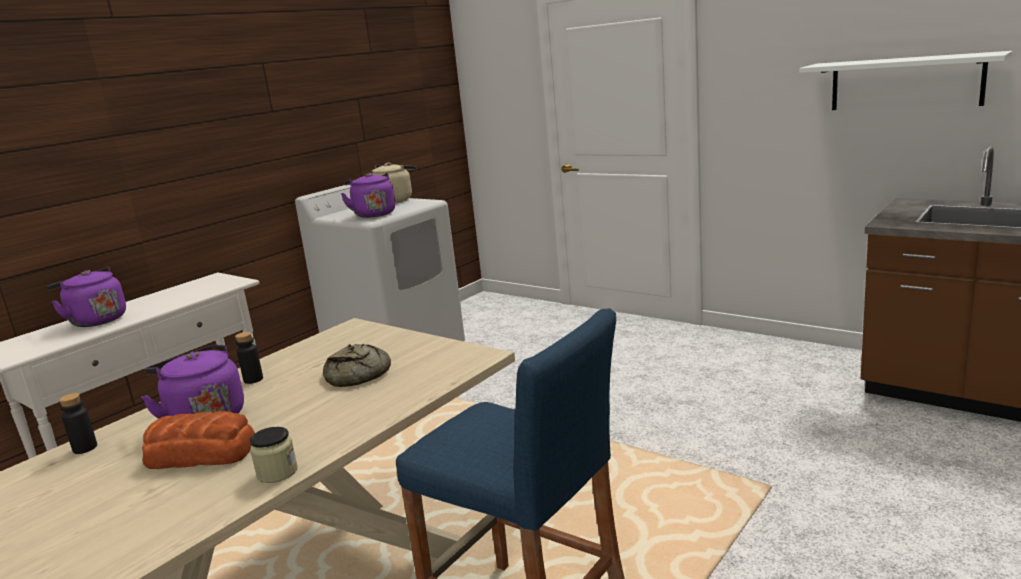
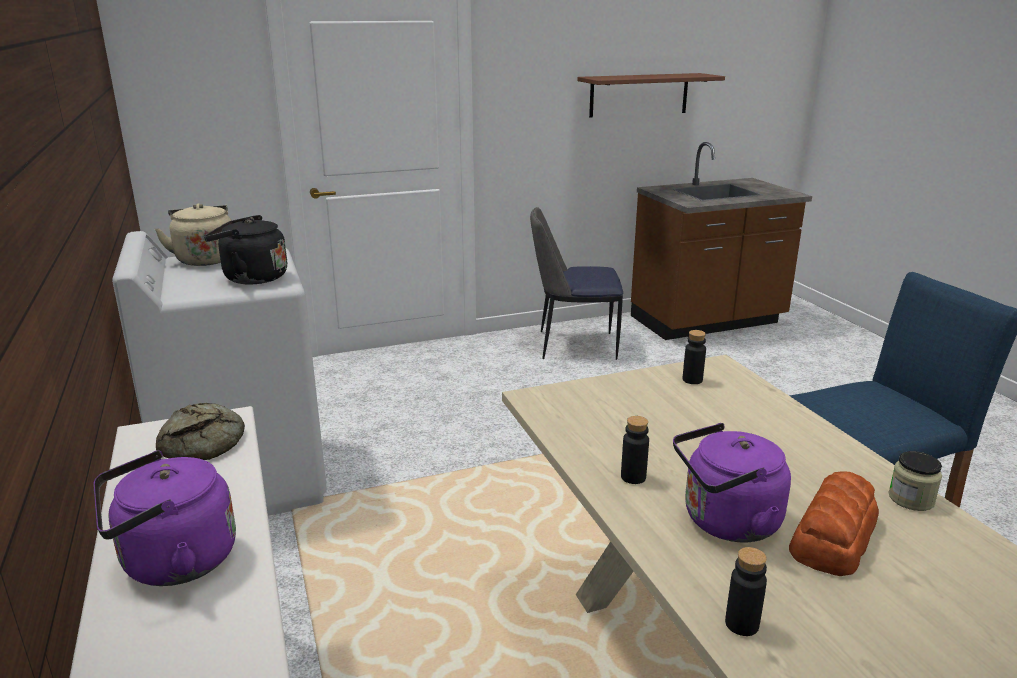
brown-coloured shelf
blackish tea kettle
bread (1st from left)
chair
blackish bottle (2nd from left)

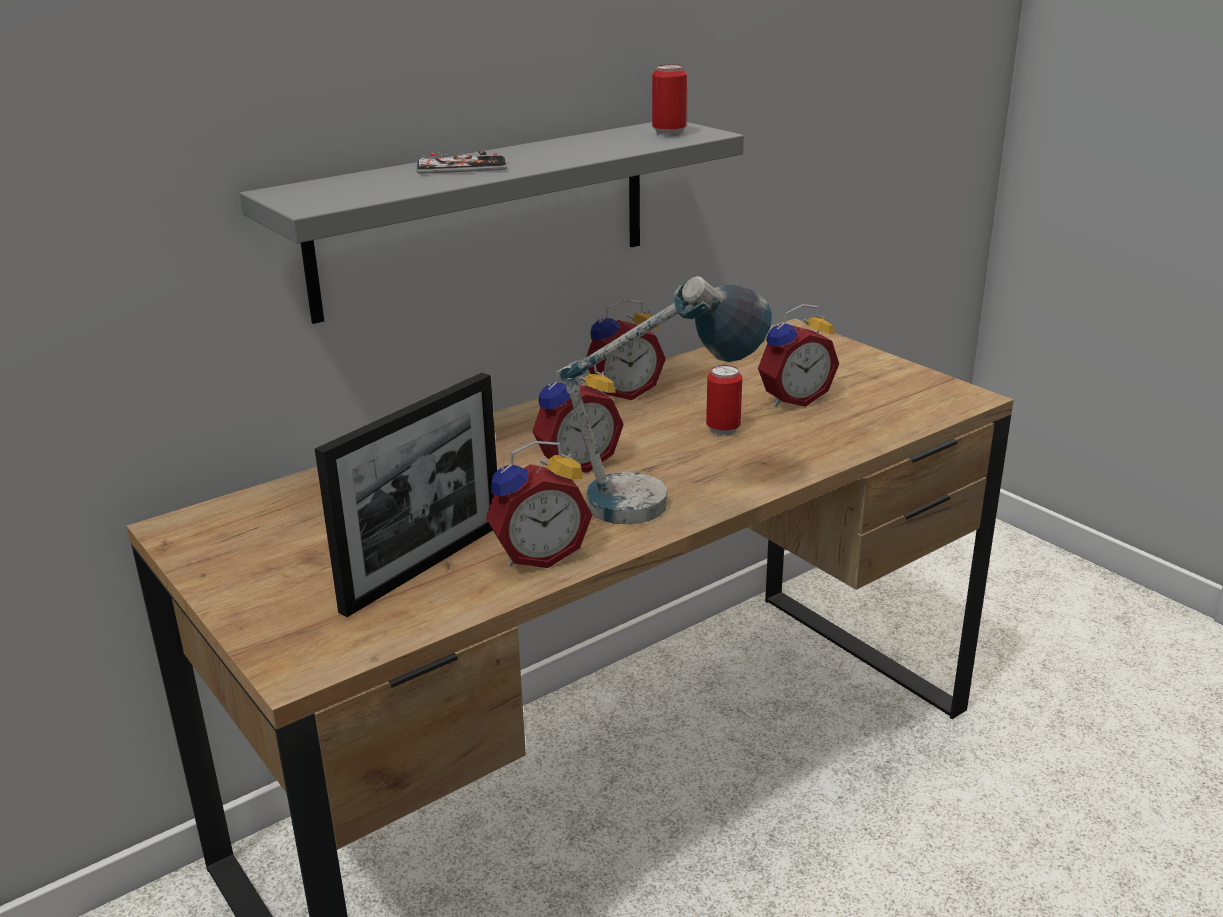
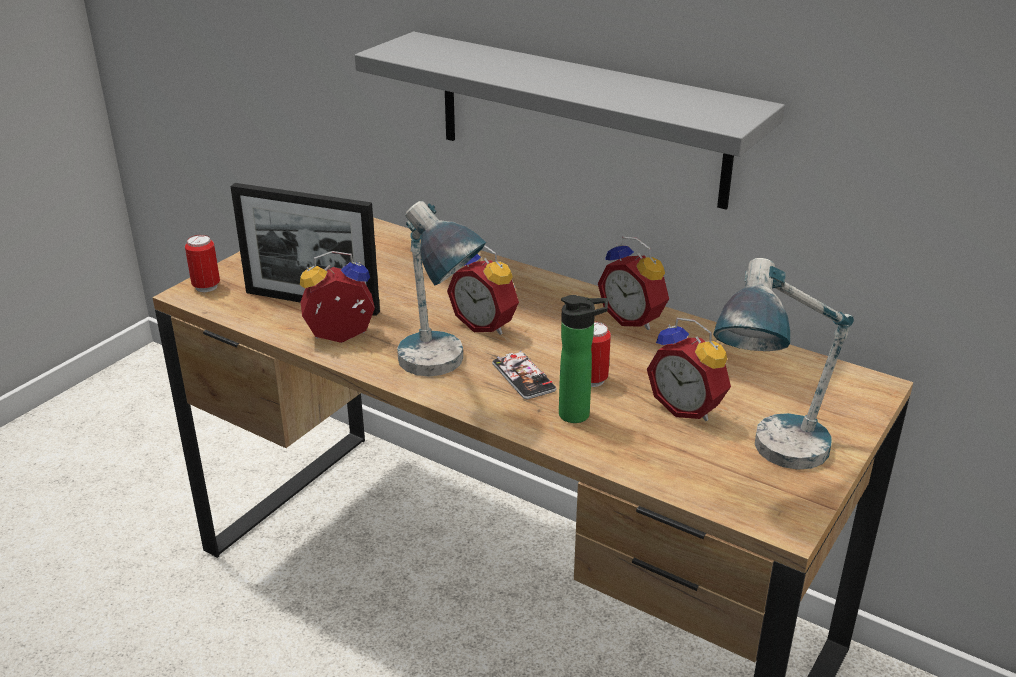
can (1st from left)
handset
alarm clock (1st from left)
table lamp (2nd from left)
bottle

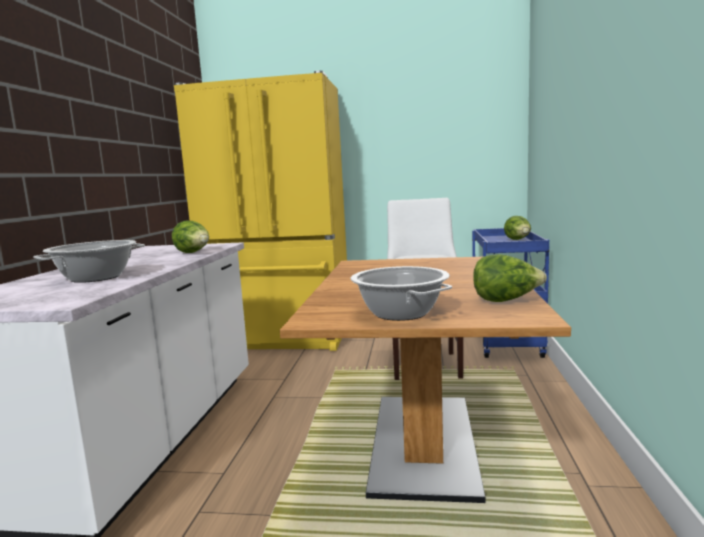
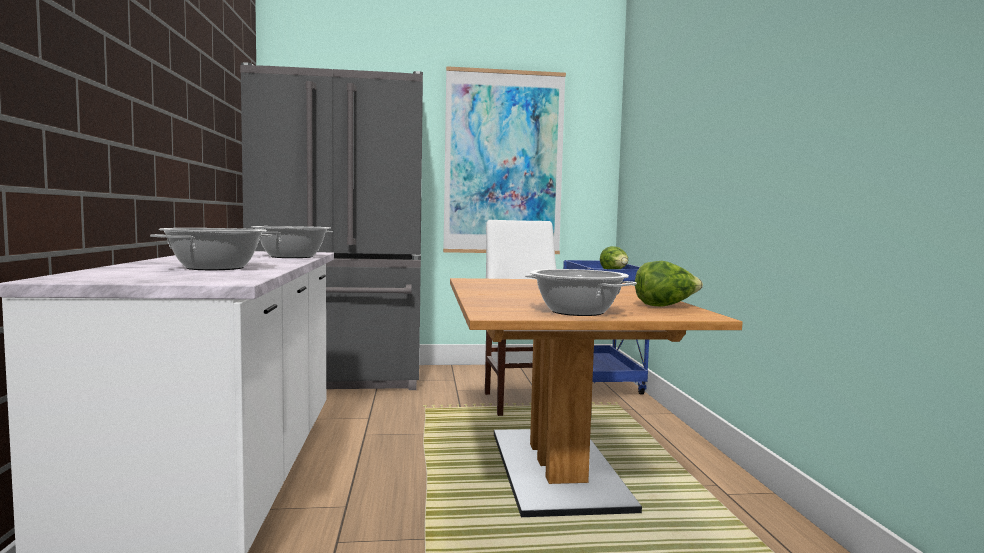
gray refrigerator
cooking pot (2nd from left)
picture

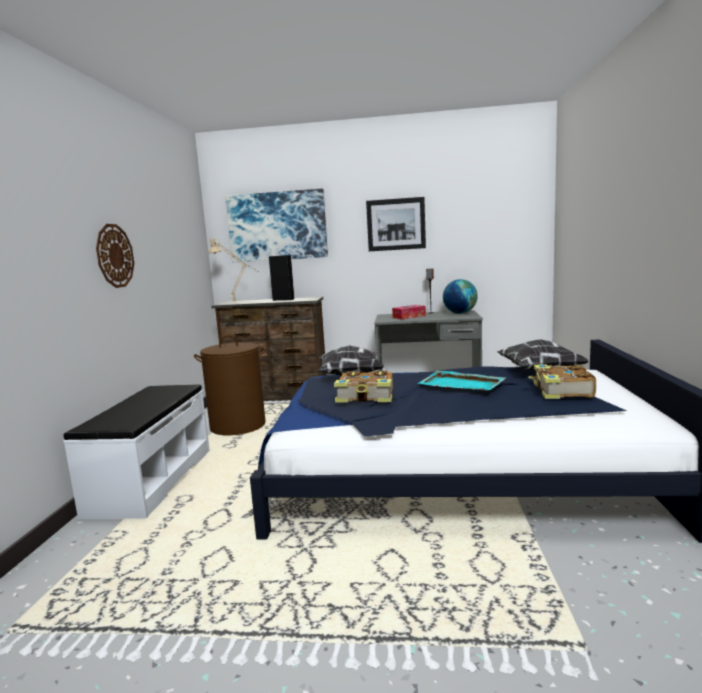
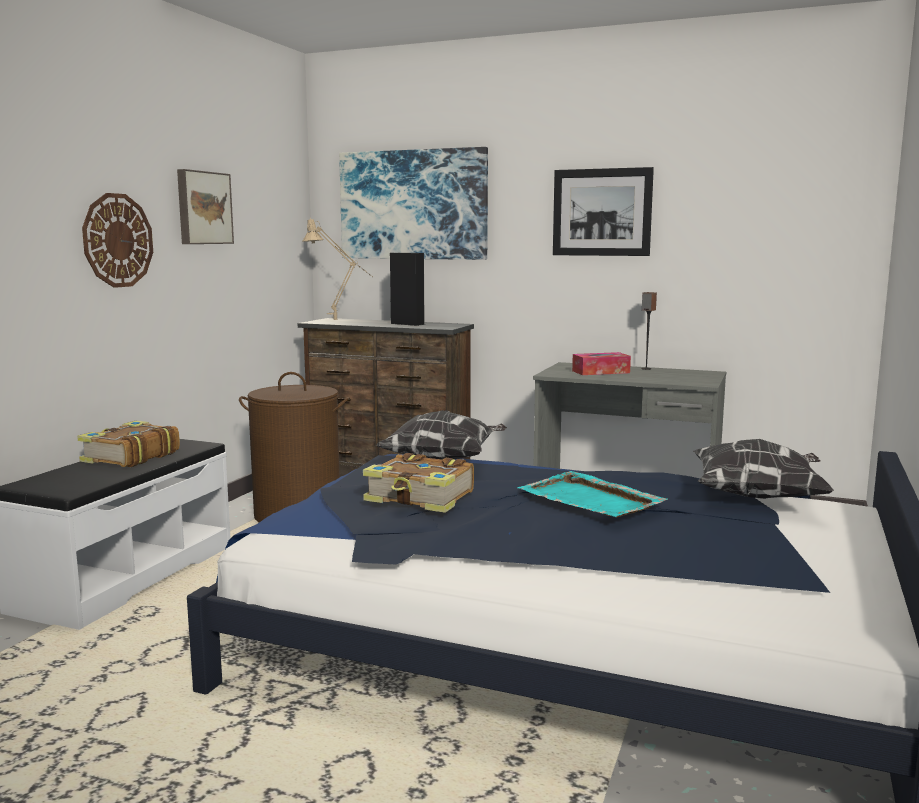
world globe
book (1st from left)
picture (1st from left)

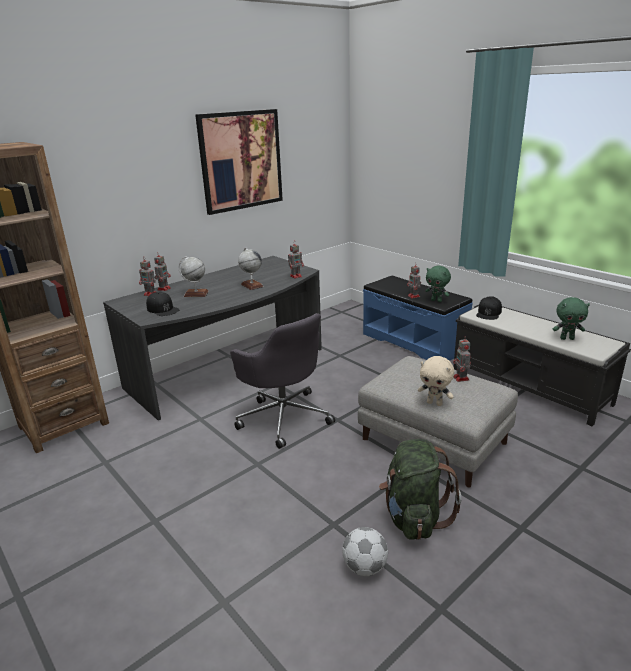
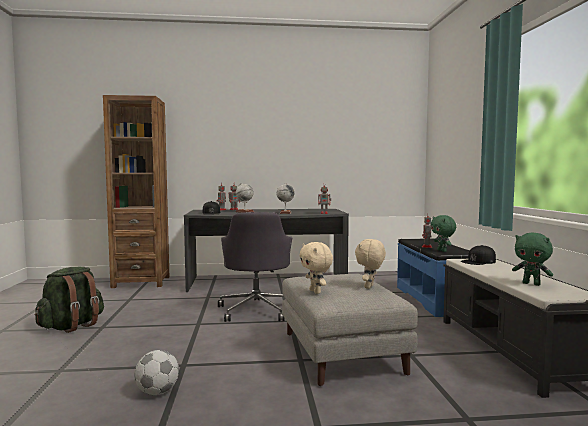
picture
sand-coloured plush toy (2nd from left)
greenish backpack

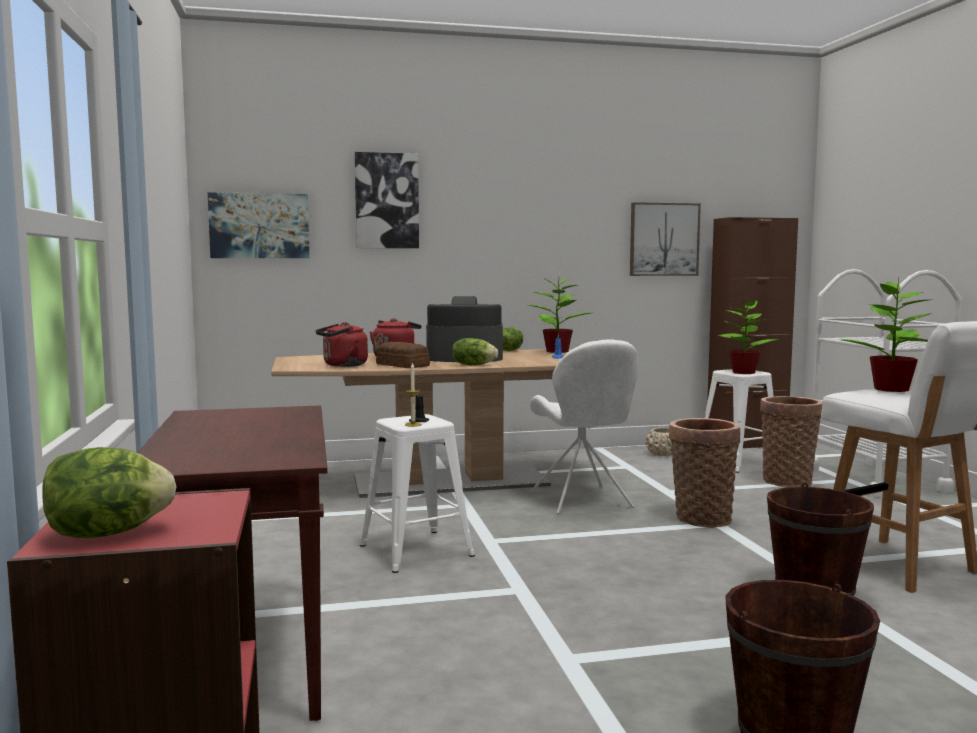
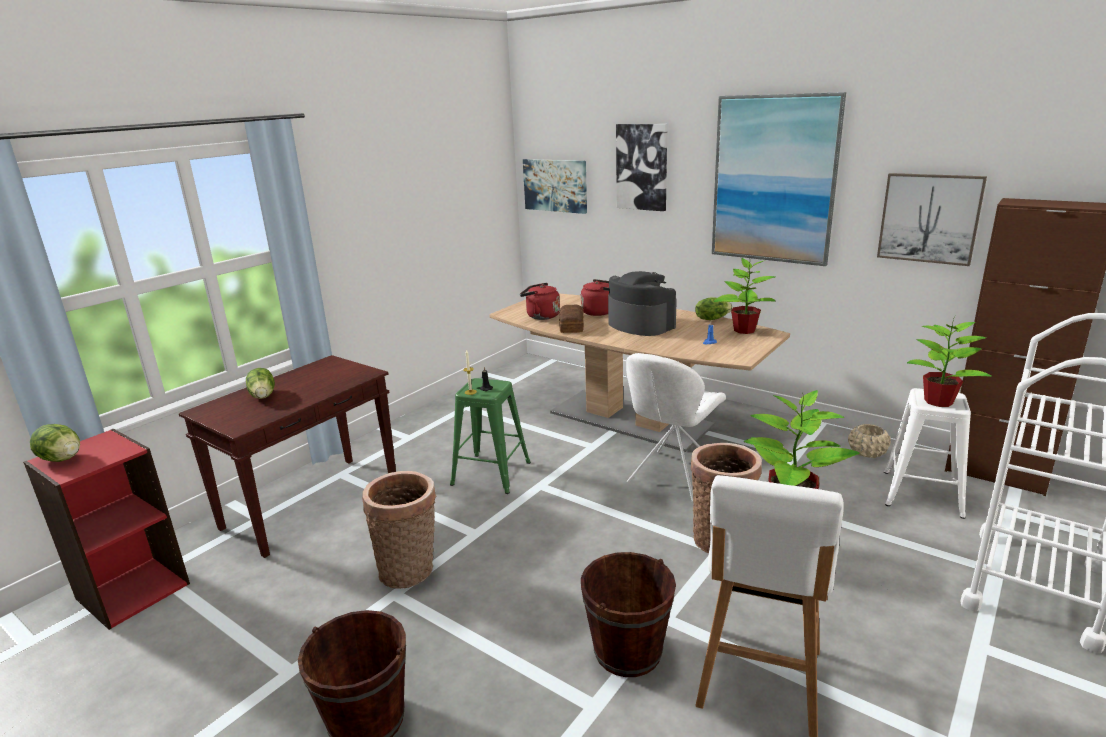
lettuce (2nd from left)
household basket (1st from left)
greenish sitting stool
picture (3rd from left)

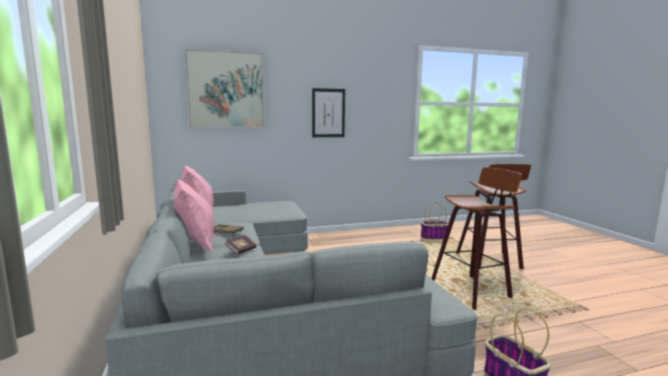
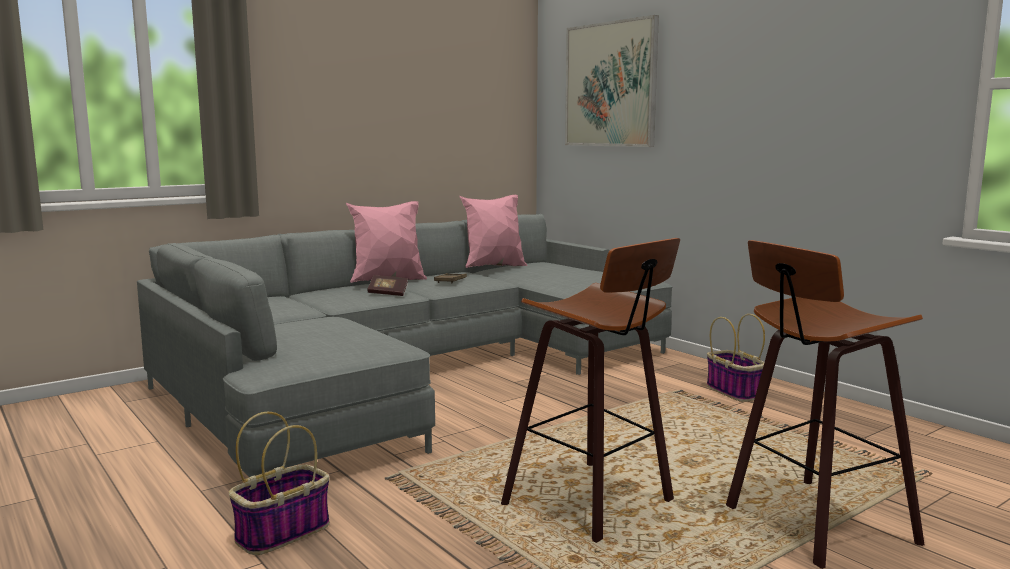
picture (2nd from left in the first image)
household basket (2nd from left)

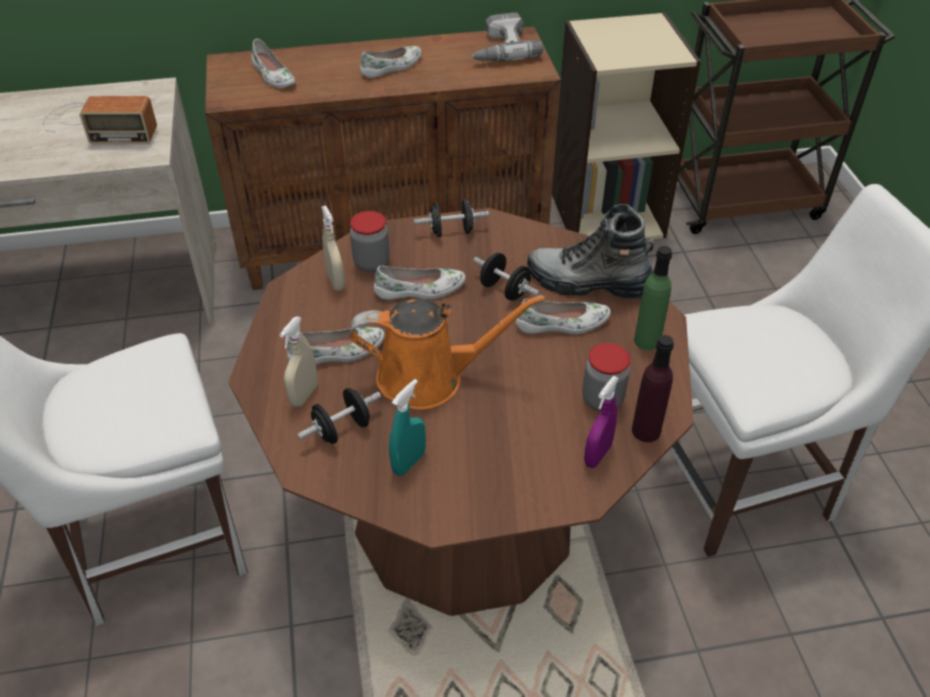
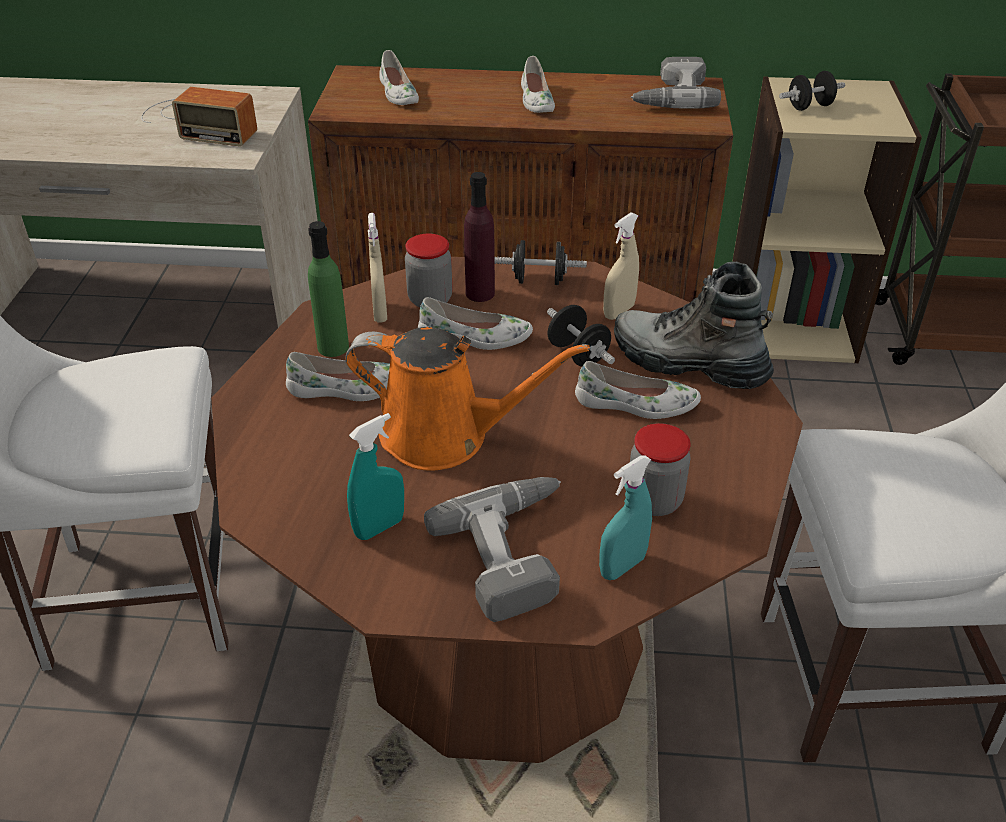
whitish shoe (4th from left)
greenish bottle
sand-coloured spray bottle (2nd from left)
purplish bottle
blue-green spray bottle (2nd from left)
blackish hand weight (3rd from left)
power drill (1st from left)

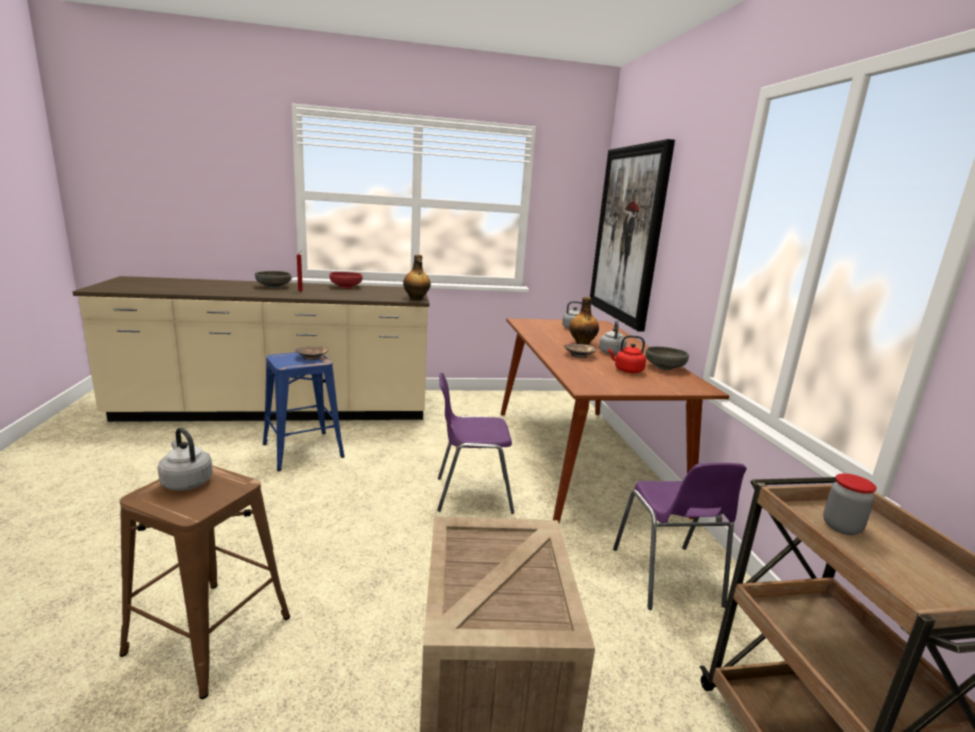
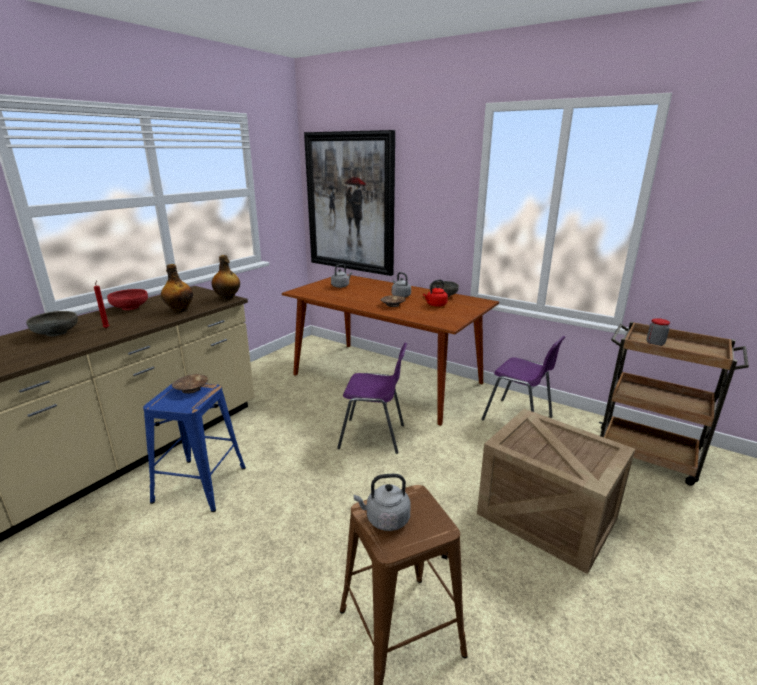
bottle (1st from left)
purplish chair (1st from left)

